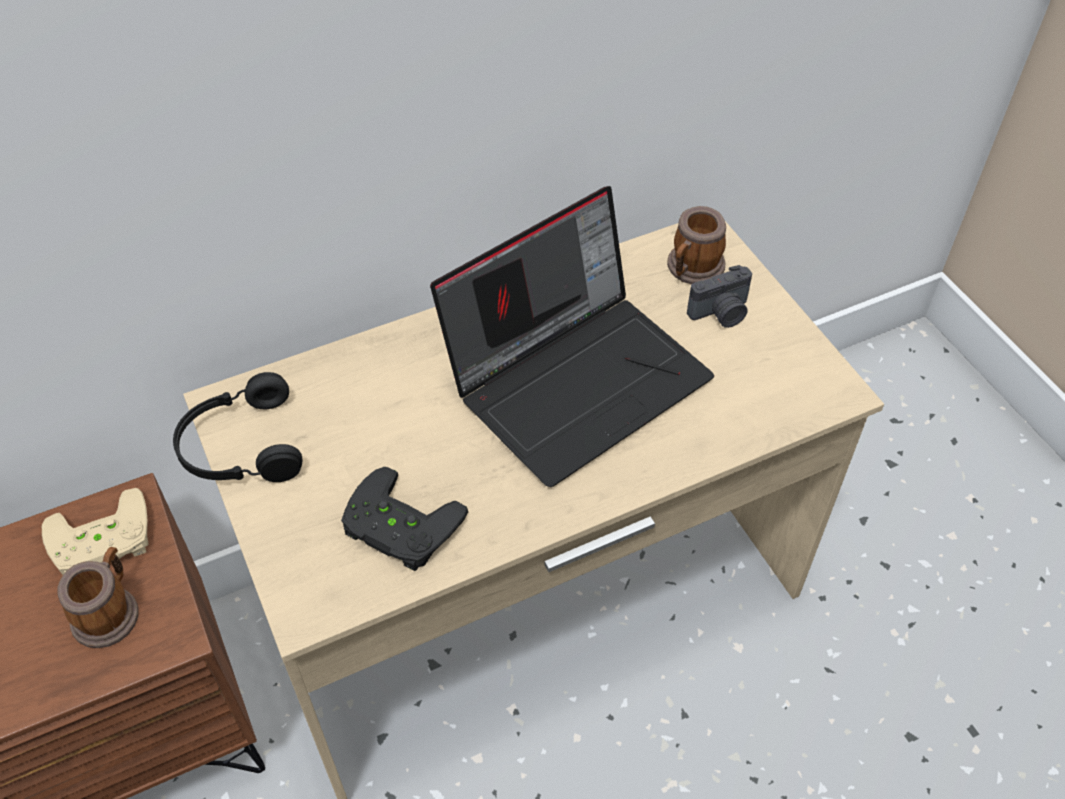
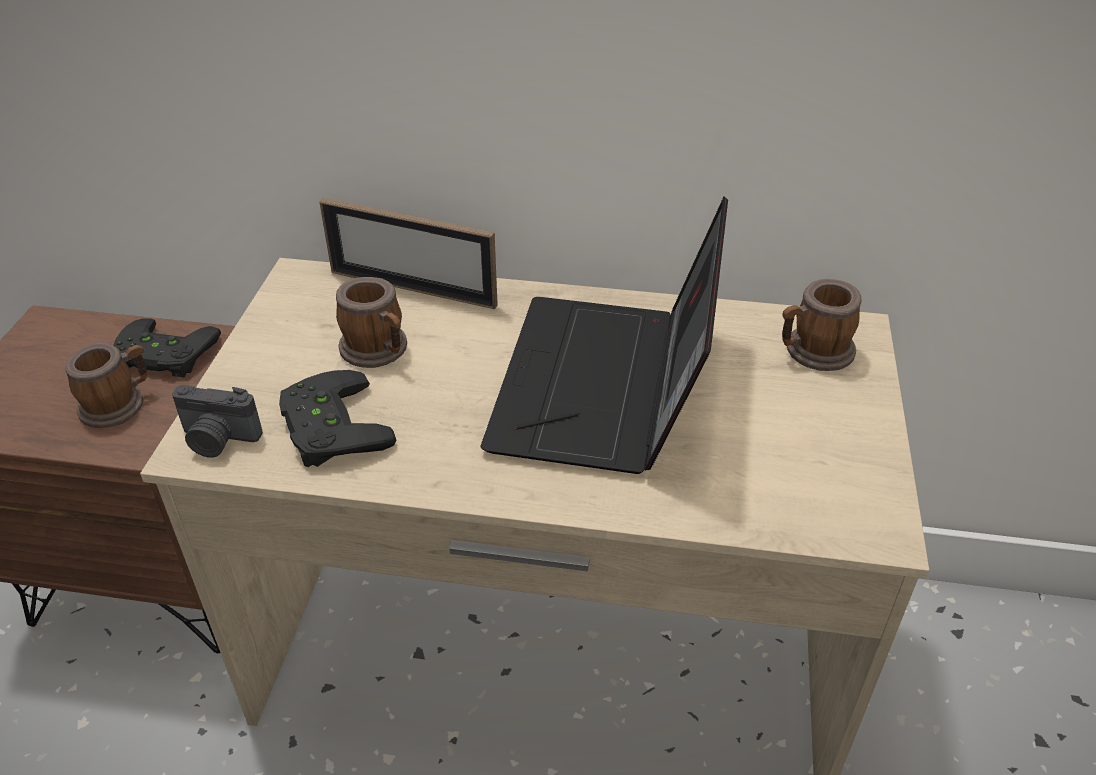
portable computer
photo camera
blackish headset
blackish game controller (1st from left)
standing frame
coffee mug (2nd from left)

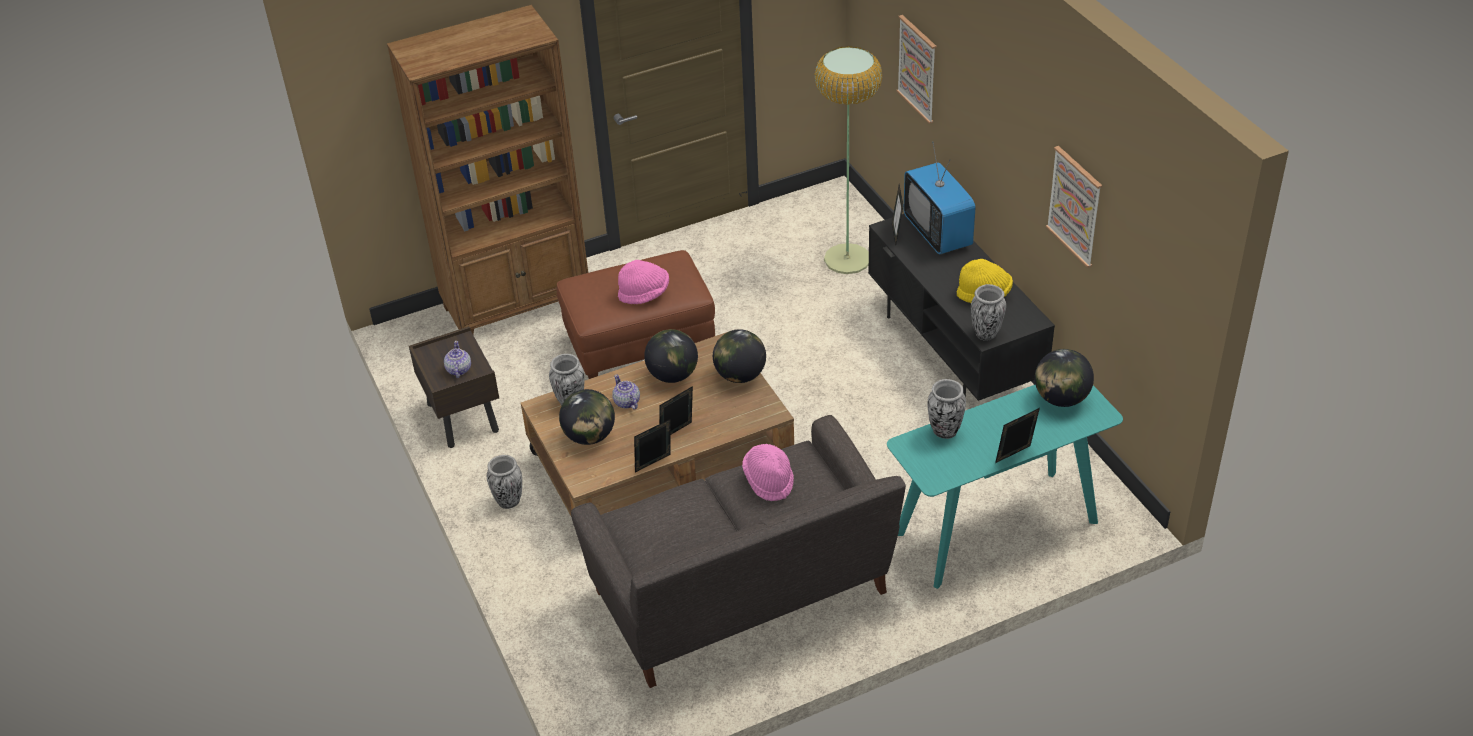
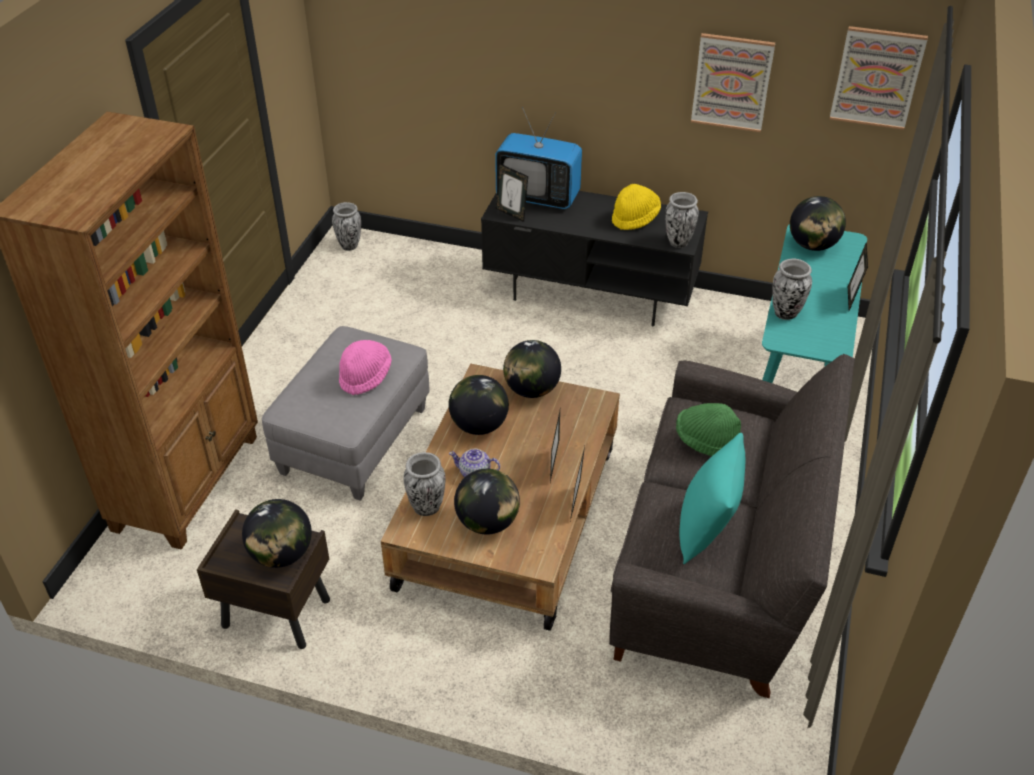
picture (2nd from left)
standing lamp
gray ottoman
world globe (1st from left)
greenish clothing hat
decorative vase (1st from left)
blue-green throw pillow

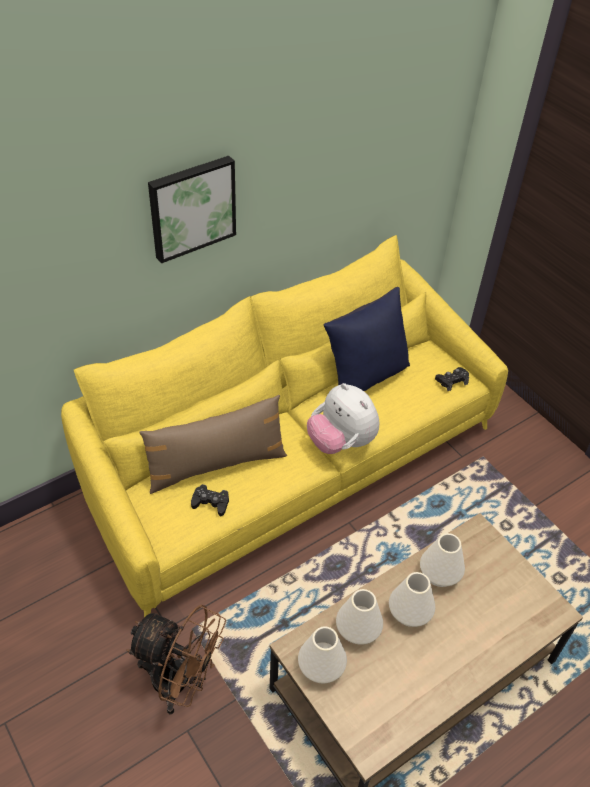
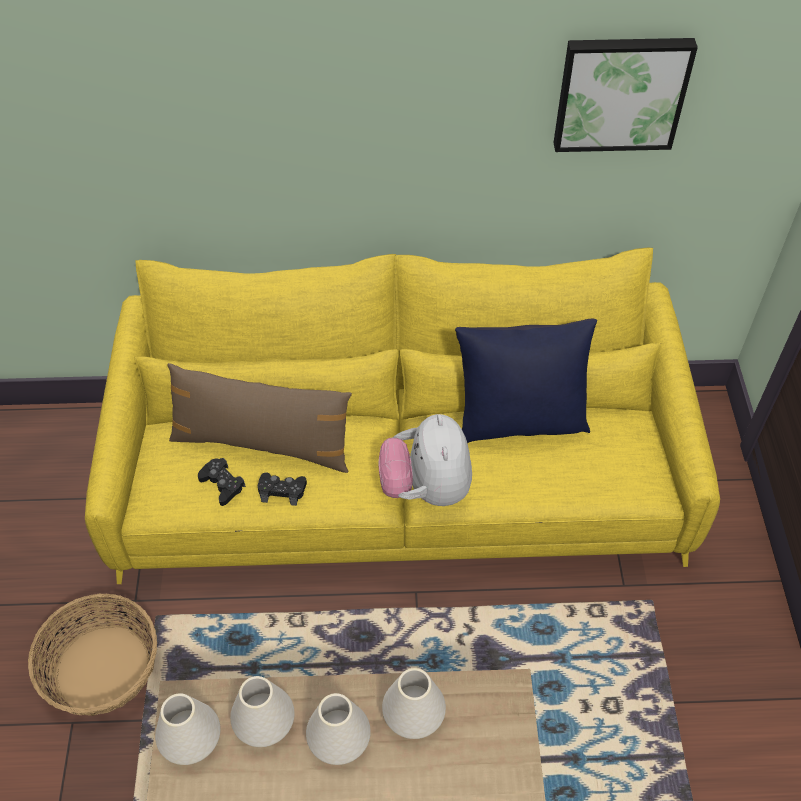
picture
blackish game controller (2nd from left)
household basket

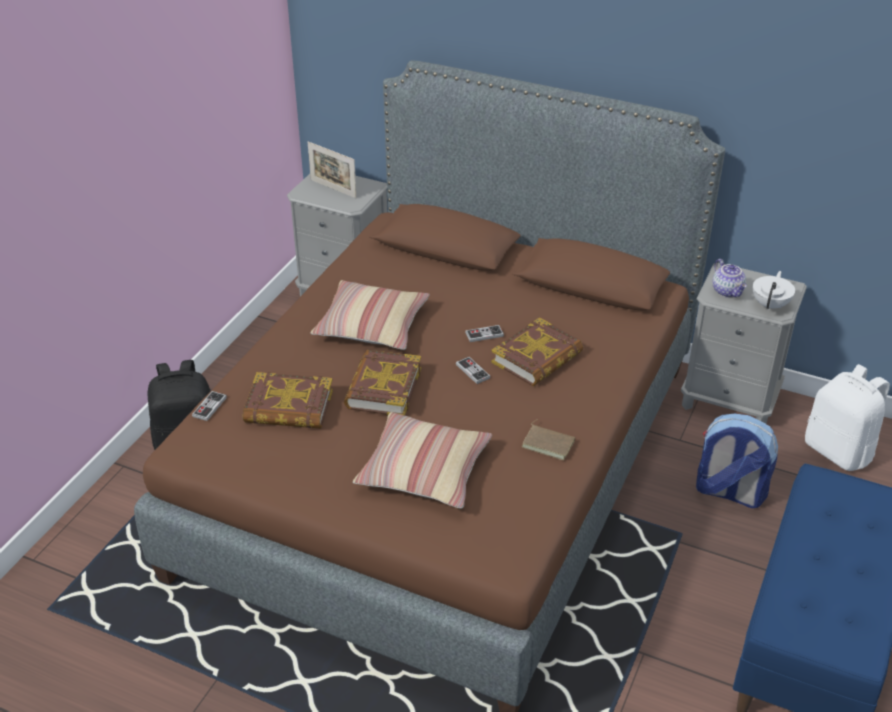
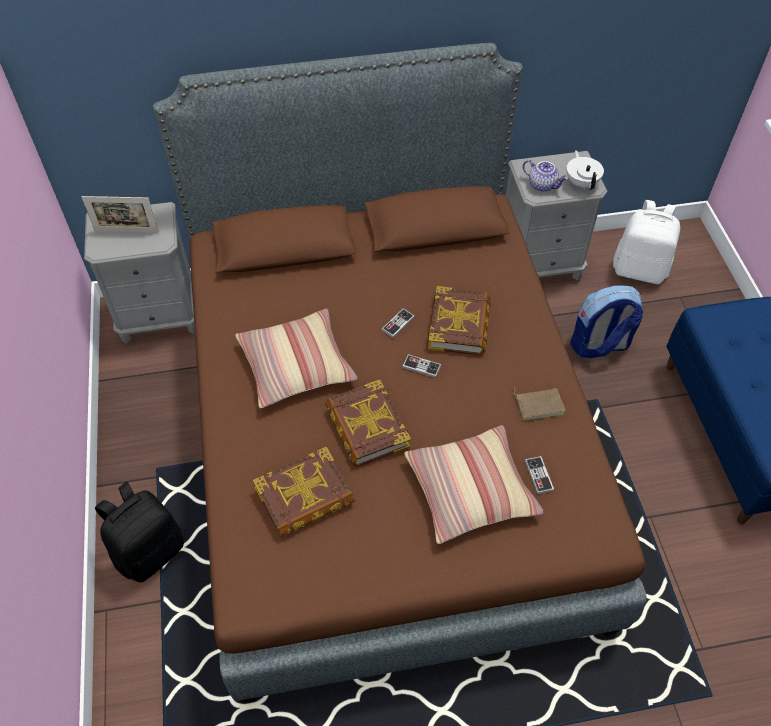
game controller (3rd from left)

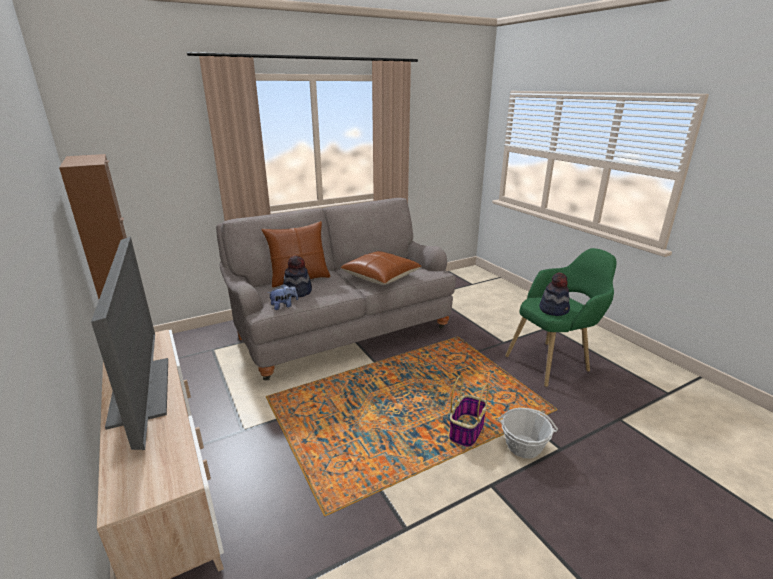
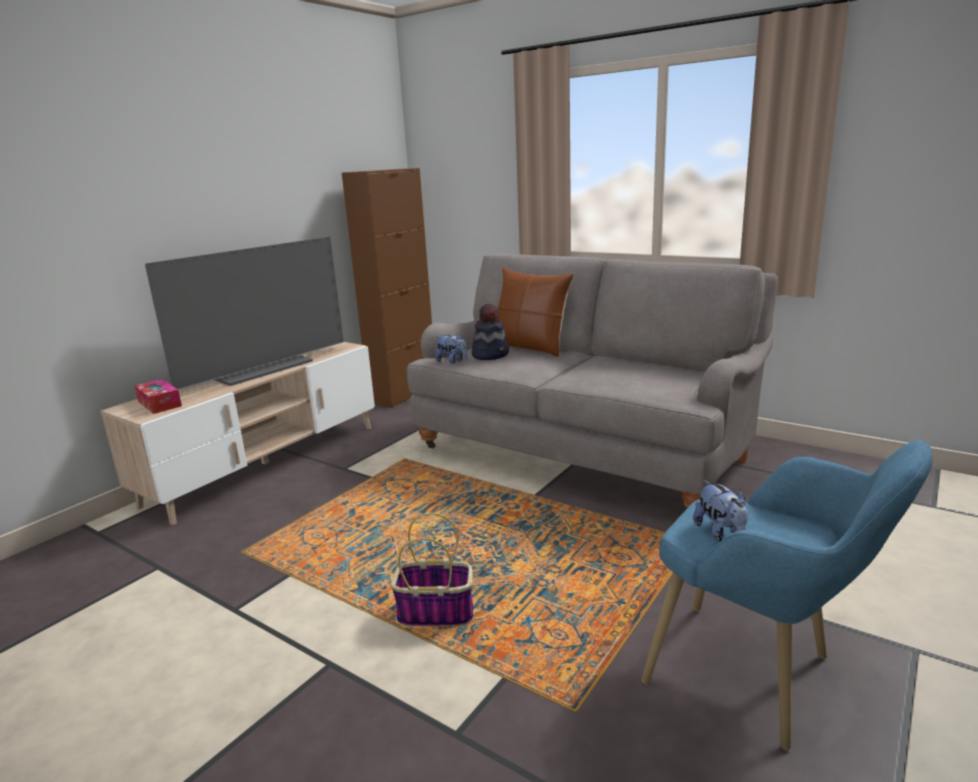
bluish armchair
brown-coloured throw pillow (2nd from left in the first image)
plush toy (2nd from left)
household basket (2nd from left in the first image)
tissue box

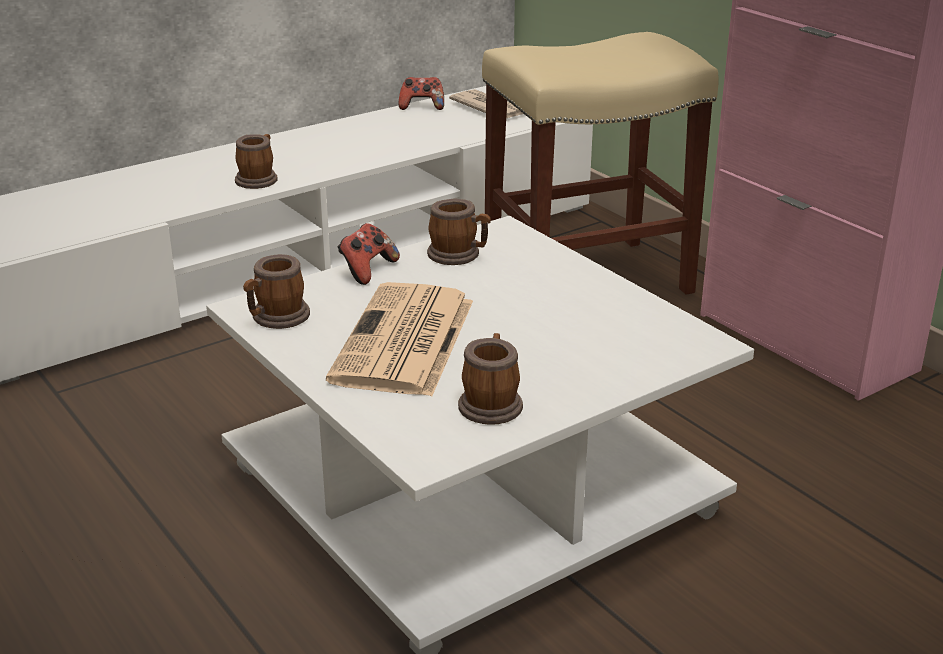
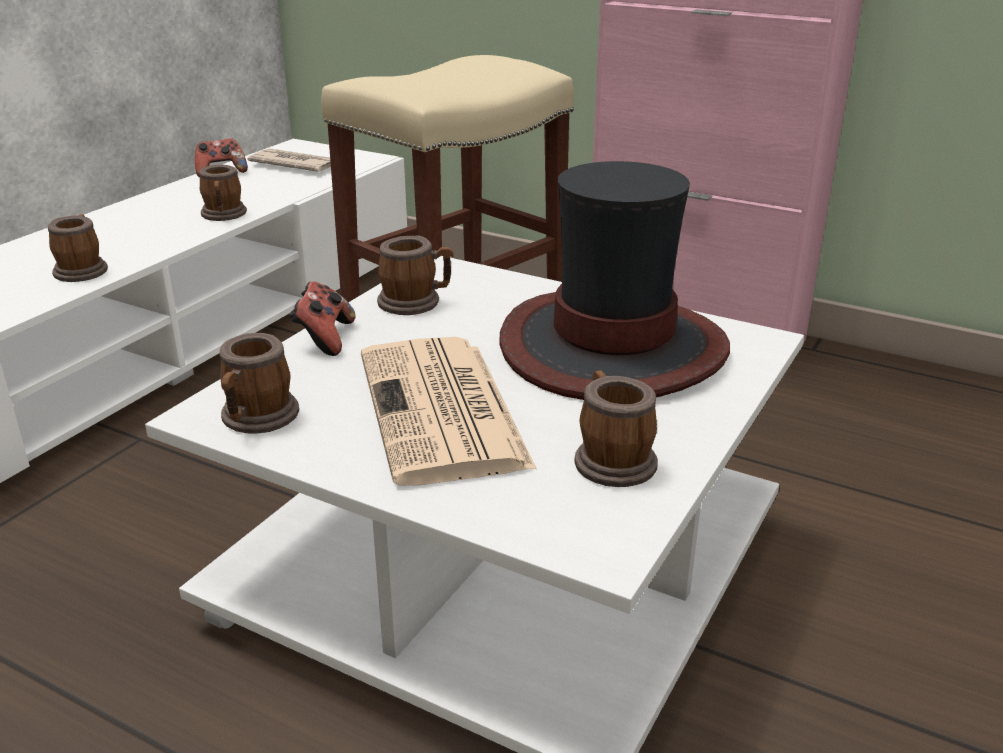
clothing hat
coffee mug (2nd from left)

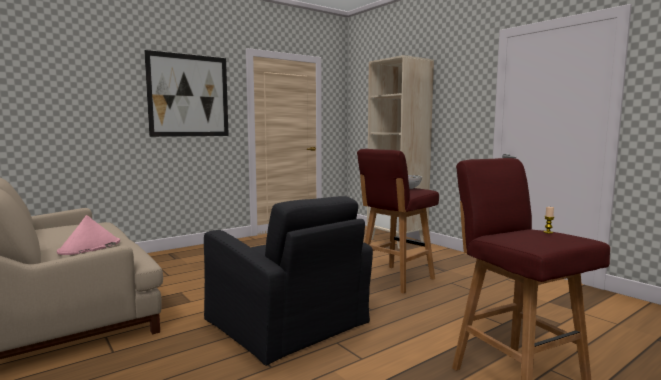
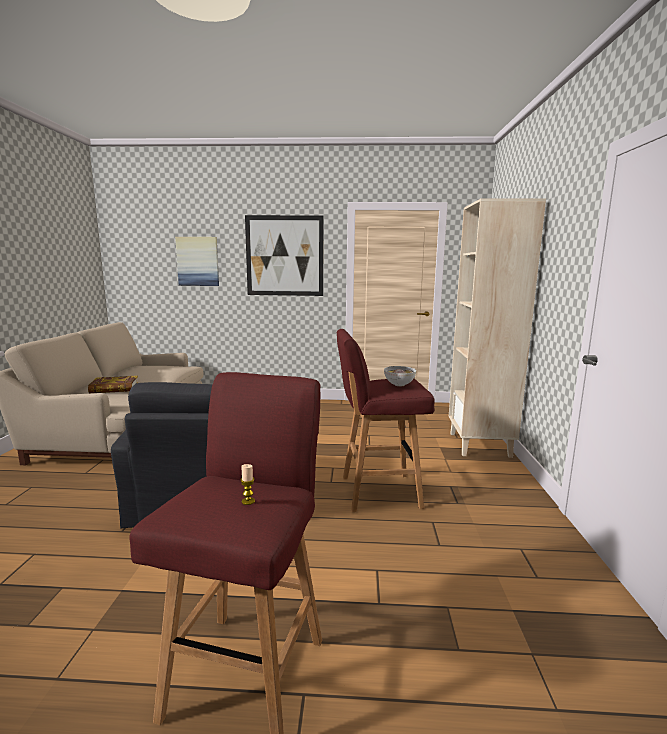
book
picture (1st from left)

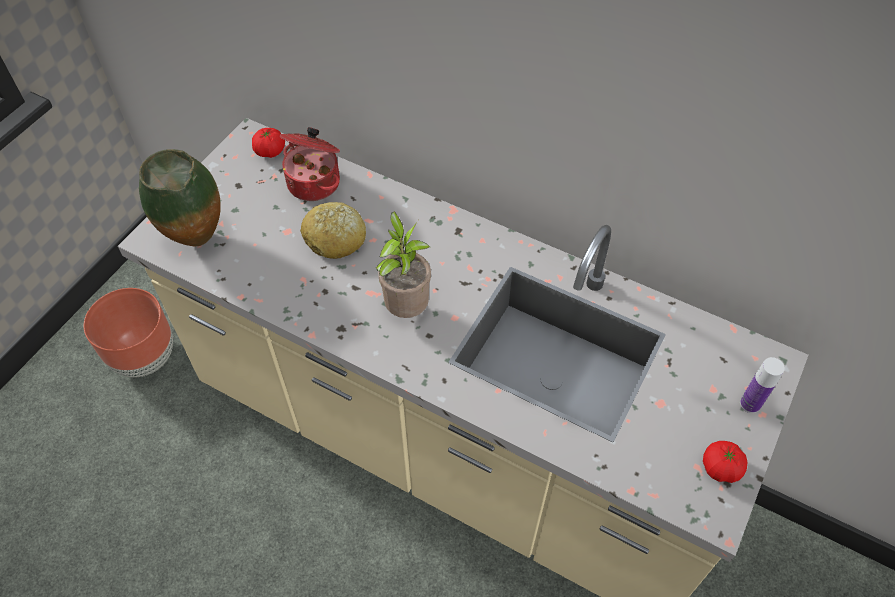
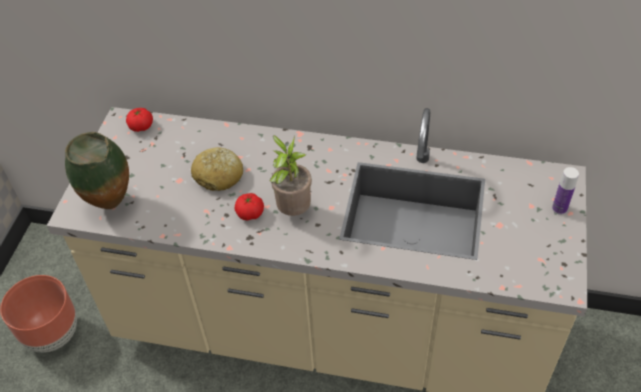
cooking pot
fresh tomato (2nd from left)

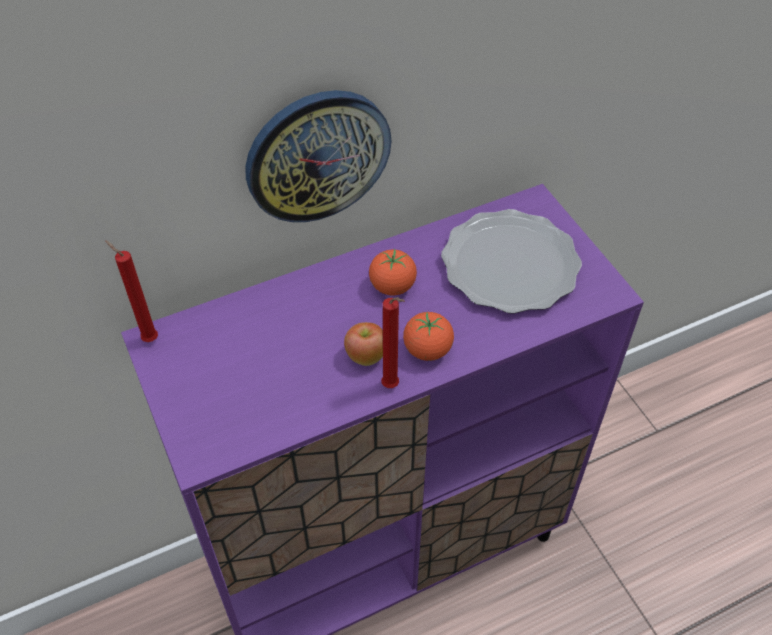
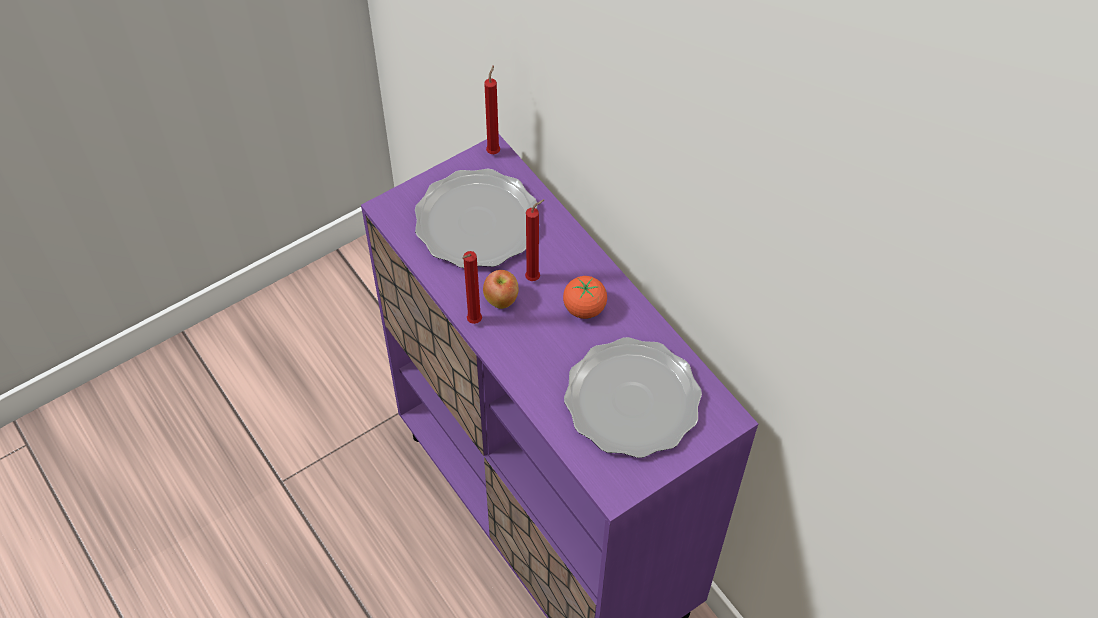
clock on the wall
fresh tomato (2nd from left in the first image)
dinner plate (1st from left)
reddish wax light (3rd from left)

